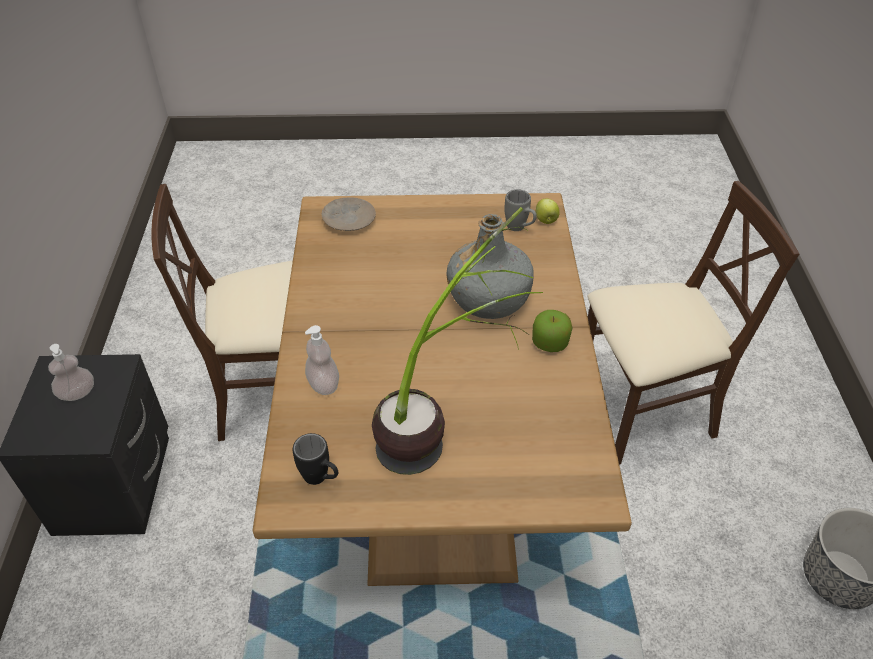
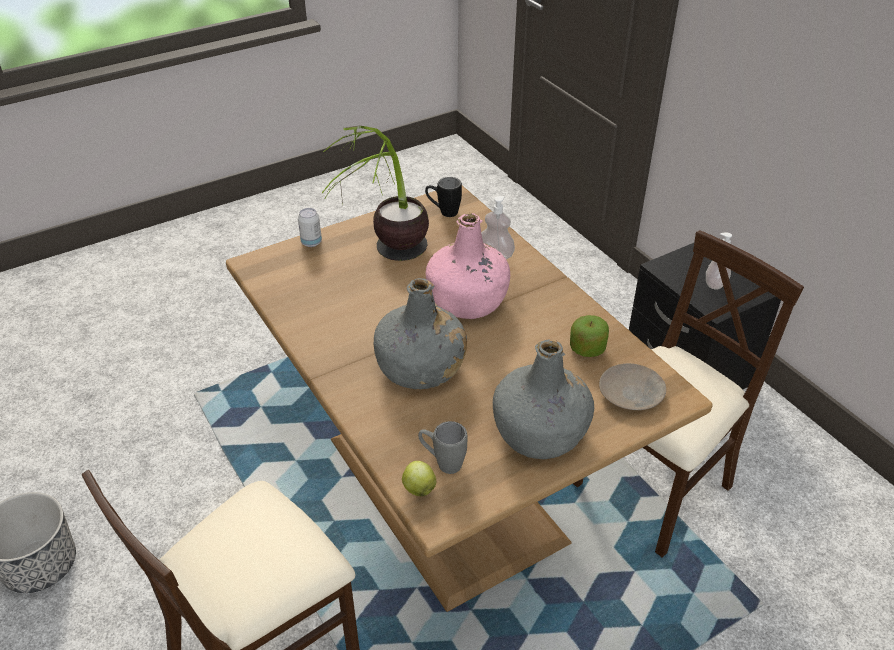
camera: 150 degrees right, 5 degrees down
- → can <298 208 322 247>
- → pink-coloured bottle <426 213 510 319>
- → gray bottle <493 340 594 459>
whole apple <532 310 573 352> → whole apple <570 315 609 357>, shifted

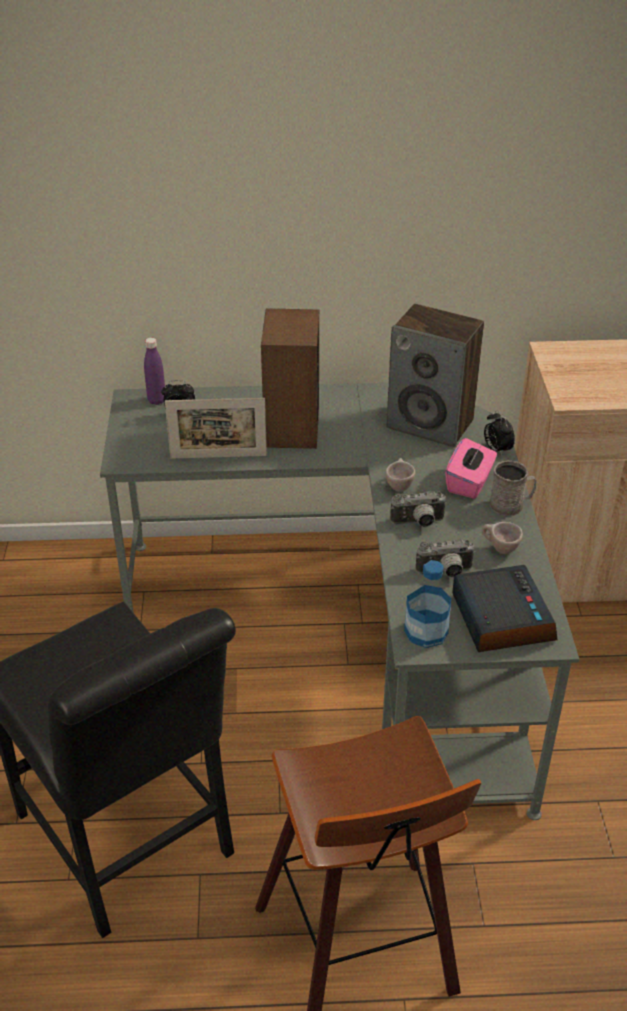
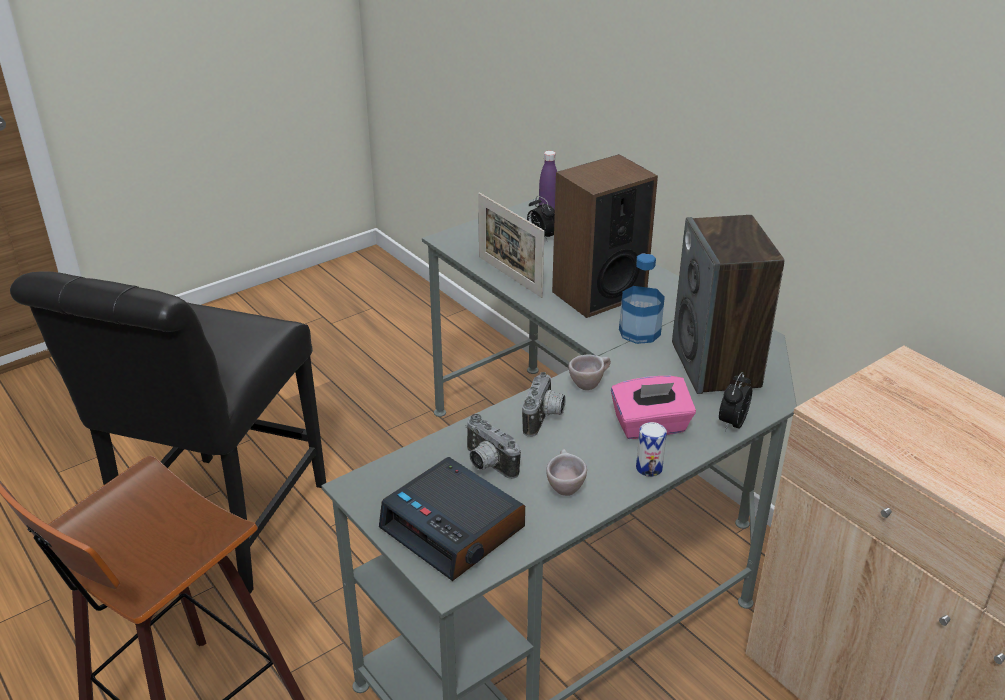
camera: 55 degrees right, 5 degrees down
bottle <404 560 451 648> → bottle <619 253 665 344>, shifted
gray coffee mug <490 460 536 516> → can <636 422 667 477>
still camera <390 491 447 527> → still camera <522 372 566 437>, 120 degrees counterclockwise
table clock <452 565 557 652> → table clock <379 457 525 581>, 90 degrees clockwise

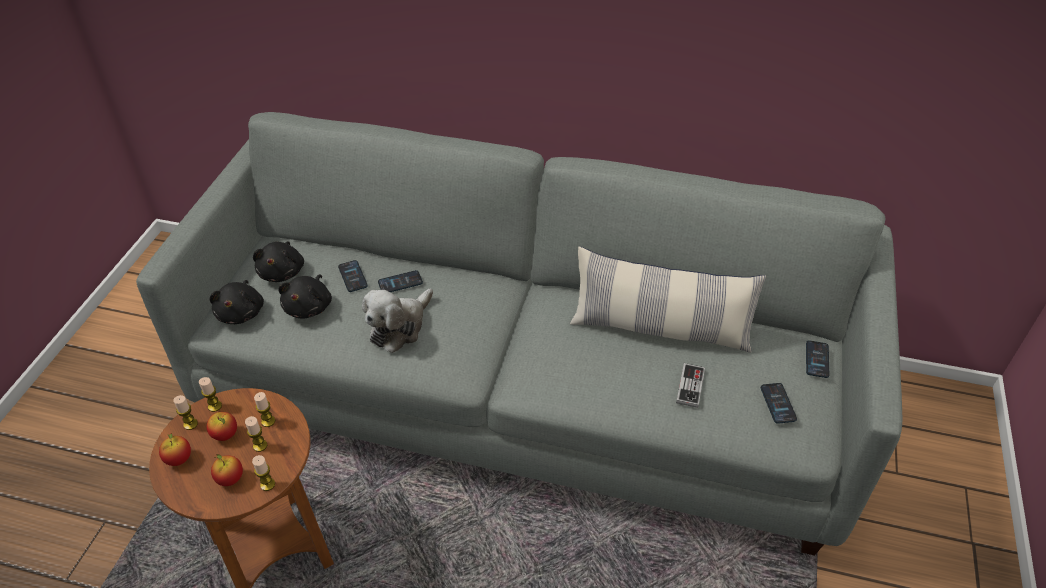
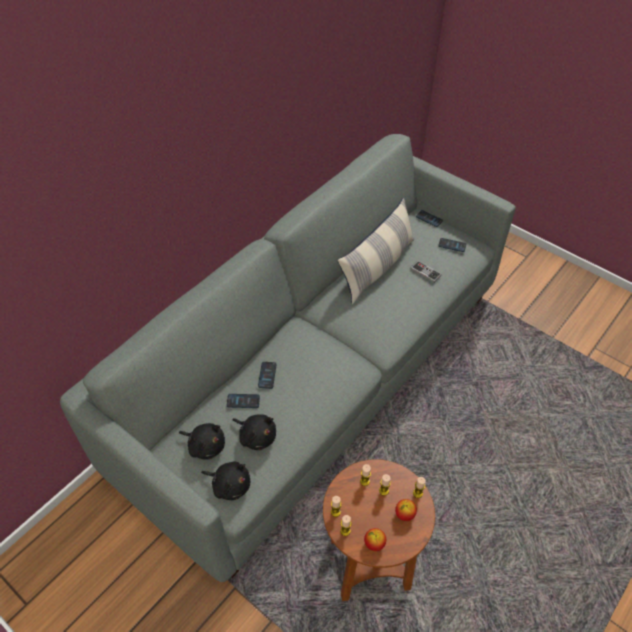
camera: 65 degrees left, 5 degrees up
whole apple <207 412 237 441> → -
plush toy <362 288 433 353> → -

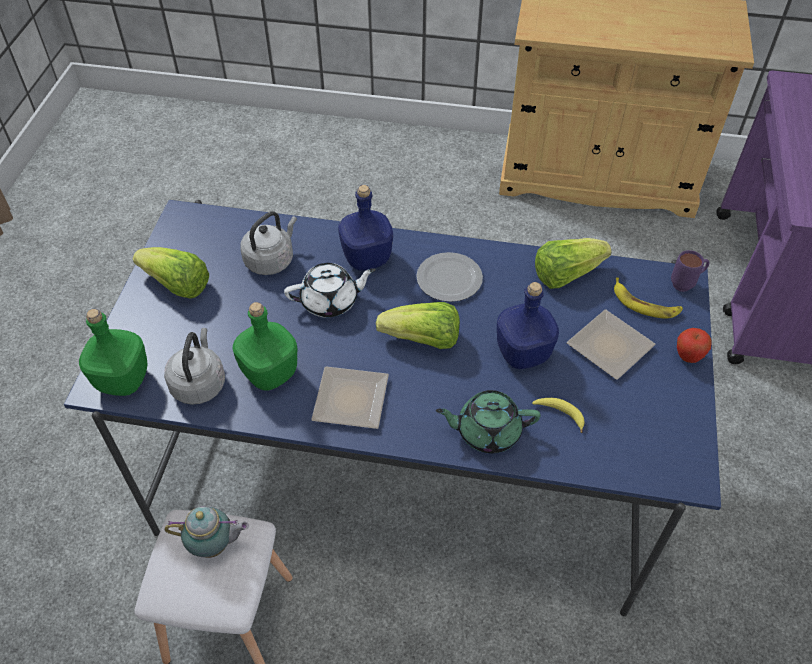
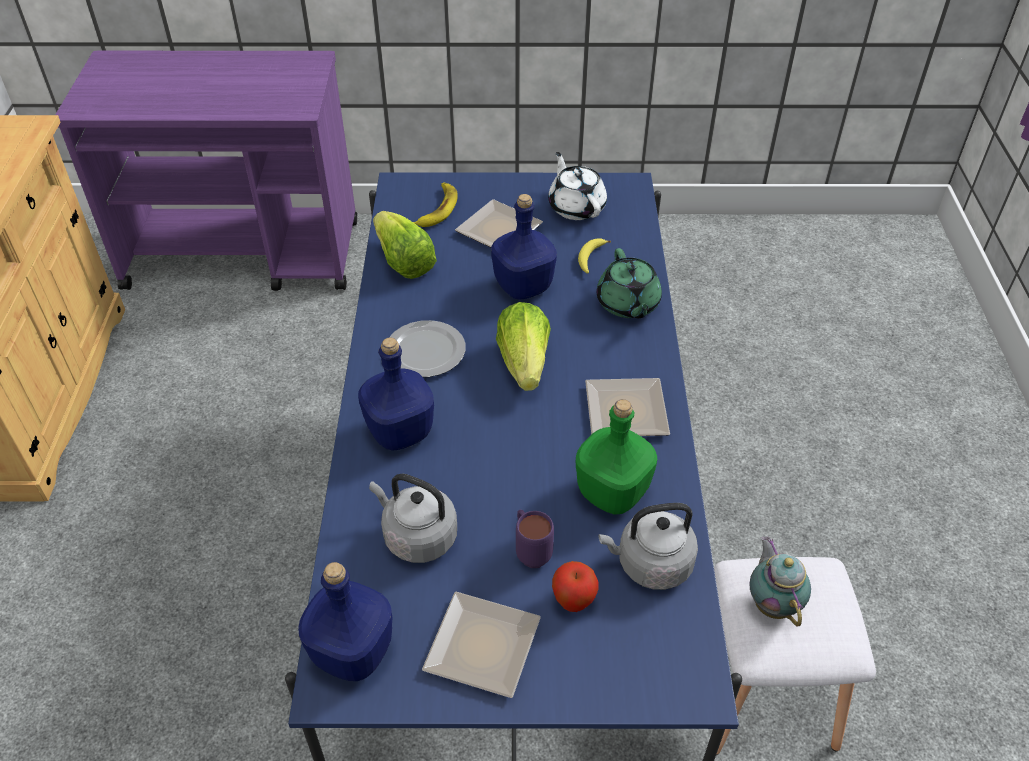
camera: 100 degrees left, 5 degrees down
green bottle <79 309 147 396> → -
- → blue-coloured bottle <298 562 393 681>
white-coloured tea pot <284 263 376 318> → white-coloured tea pot <548 152 607 220>, shifted
purple-coloured coffee mug <671 250 709 292> → purple-coloured coffee mug <516 510 554 568>, shifted
whole apple <677 328 712 363> → whole apple <552 561 599 612>, shifted
head of lettuce <133 247 209 299> → dinner plate <422 592 541 698>

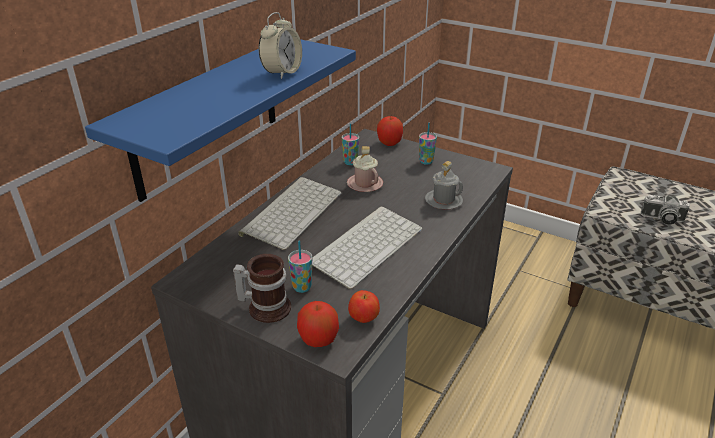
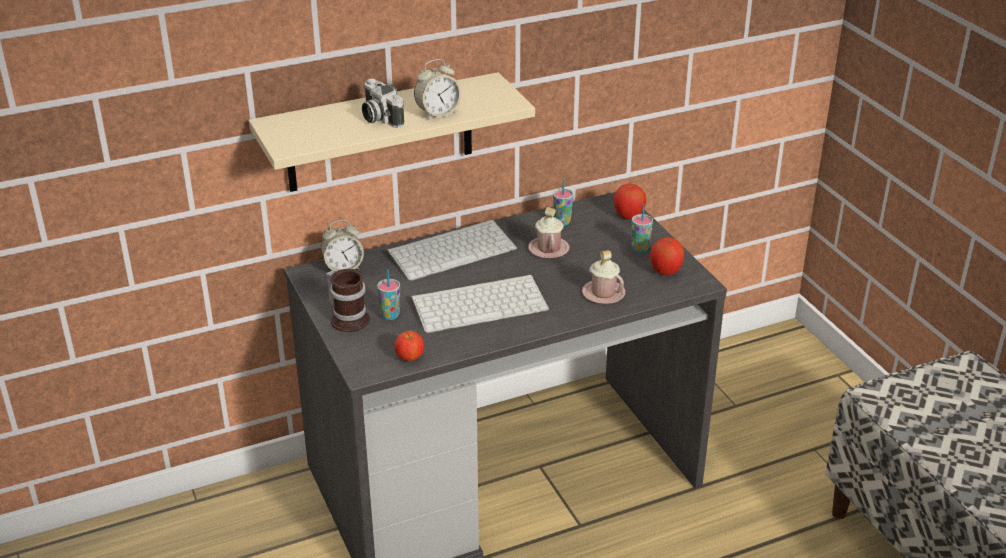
camera: 35 degrees right, 0 degrees up
- → table clock <321 220 364 272>
whole apple <297 301 339 347> → whole apple <650 237 684 275>, shifted
still camera <641 195 690 225> → still camera <362 78 404 128>, shifted
blue-coloured shelf <85 39 356 202> → beige-coloured shelf <249 72 535 192>
gray coffee mug <425 161 463 210> → pink-coloured coffee mug <582 250 626 304>

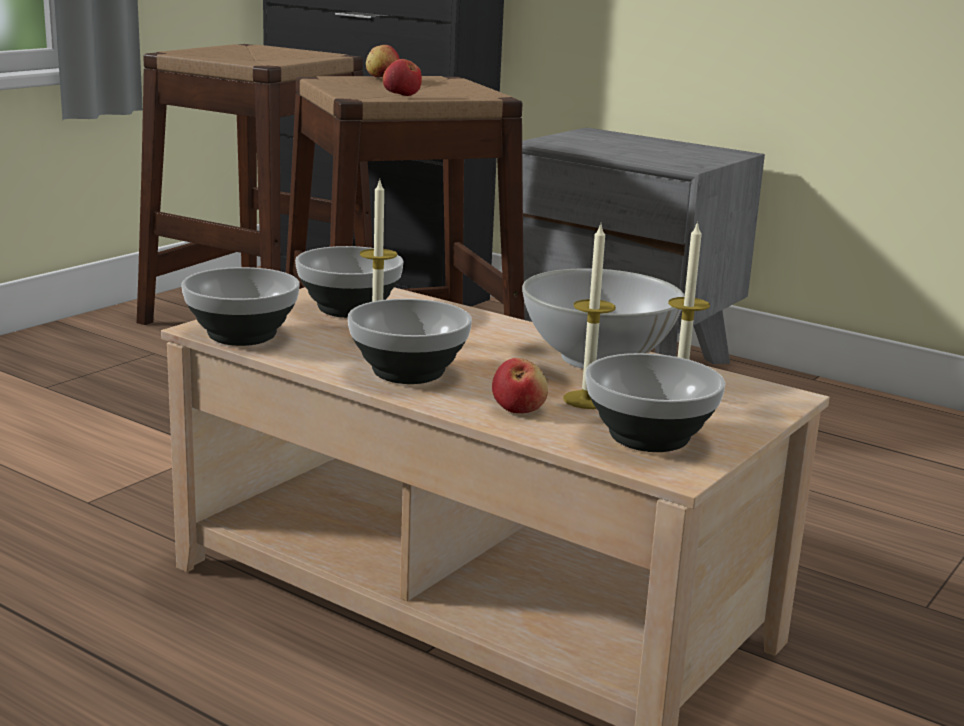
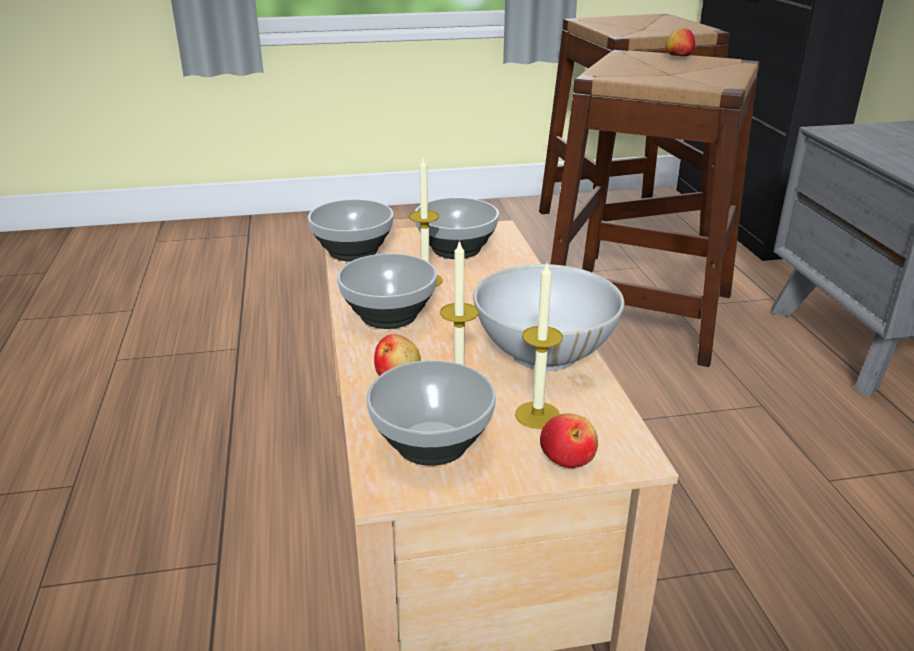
camera: 45 degrees right, 10 degrees up
whole apple <383 59 422 96> → whole apple <540 413 598 468>, shifted

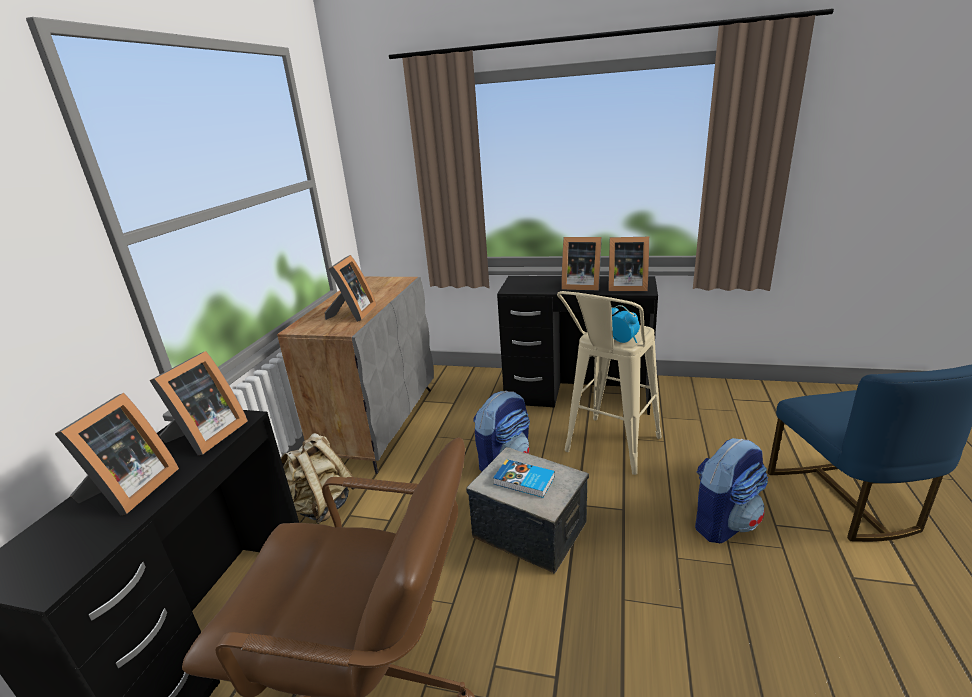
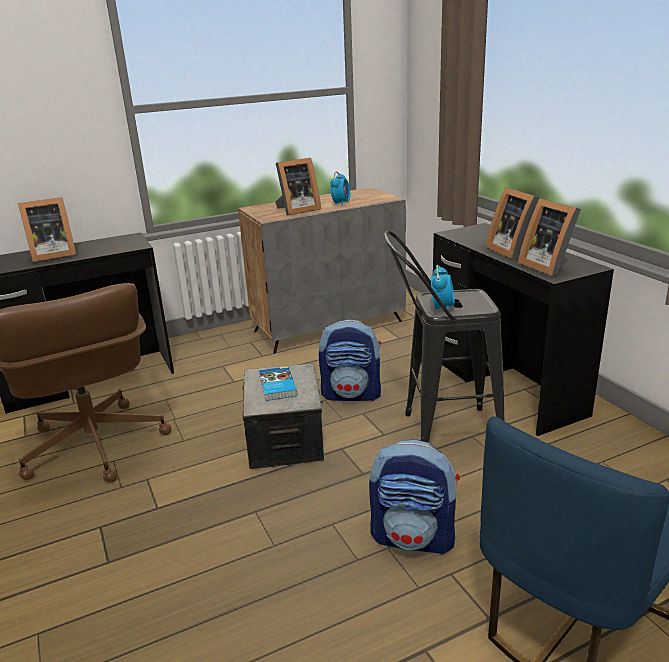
camera: 50 degrees right, 0 degrees up
photo frame <149 351 248 455> → -
beige-coloured knapsack <281 433 355 524> → -
- → table clock <330 171 350 206>
beige-coloured sitting stool <557 291 662 475> → black sitting stool <384 231 504 443>

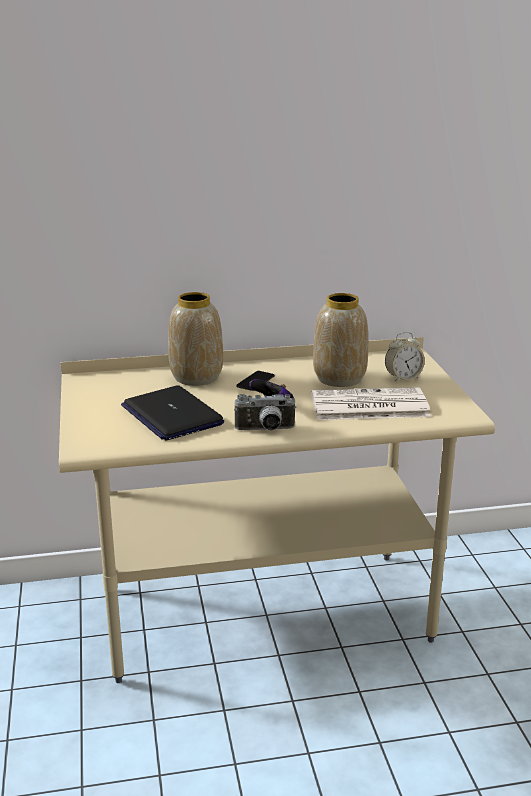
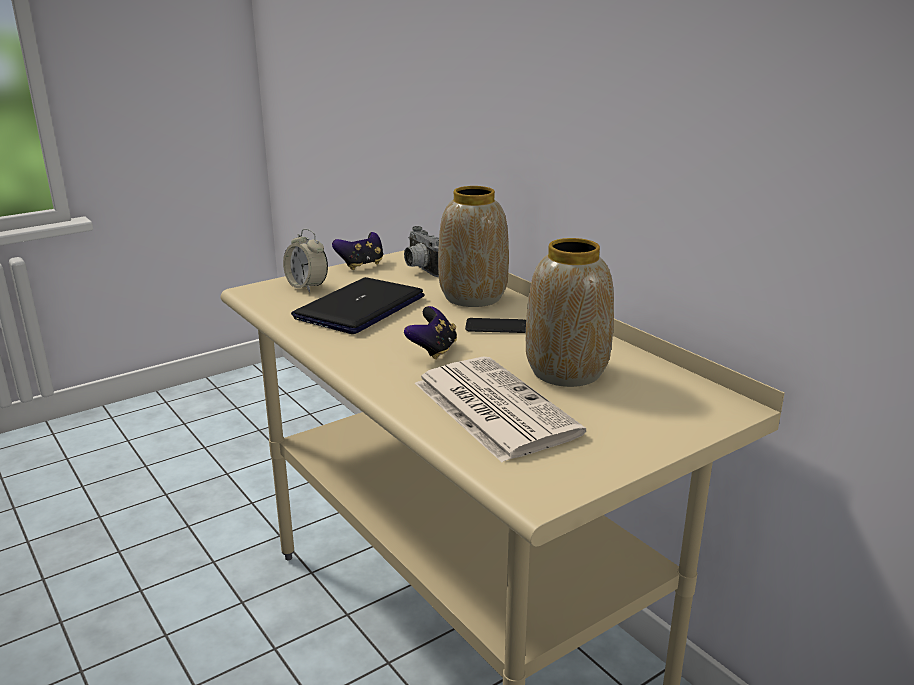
camera: 65 degrees right, 0 degrees up
- → game controller <332 232 383 270>
still camera <234 394 296 431> → still camera <404 226 439 277>, shifted
table clock <385 332 425 382> → table clock <283 229 328 292>, shifted

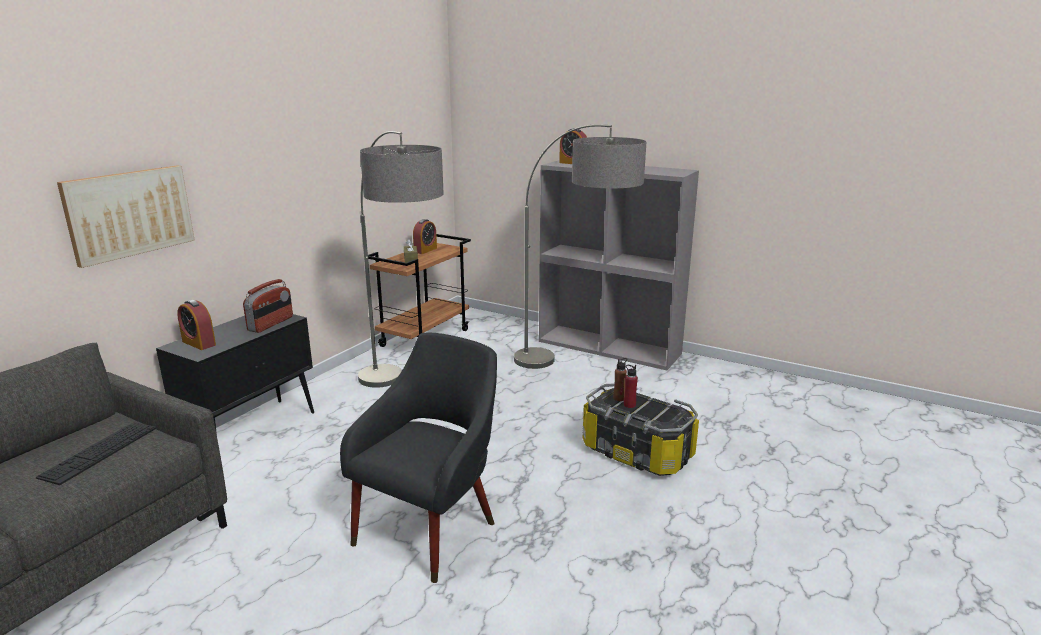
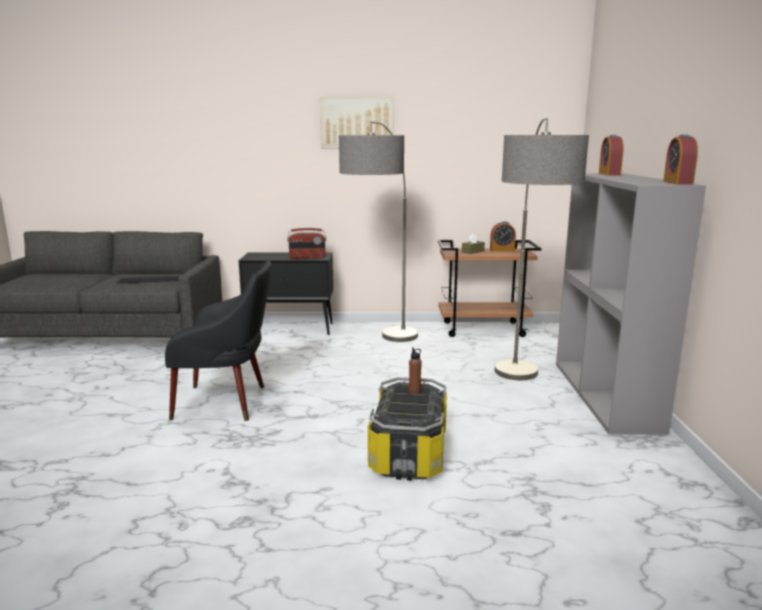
camera: 60 degrees right, 5 degrees down
red-coloured bottle <624 365 638 408> → -
wall art <57 165 195 268> → wall art <320 97 394 149>, shifted
table clock <177 300 216 350> → table clock <663 134 698 185>, shifted

